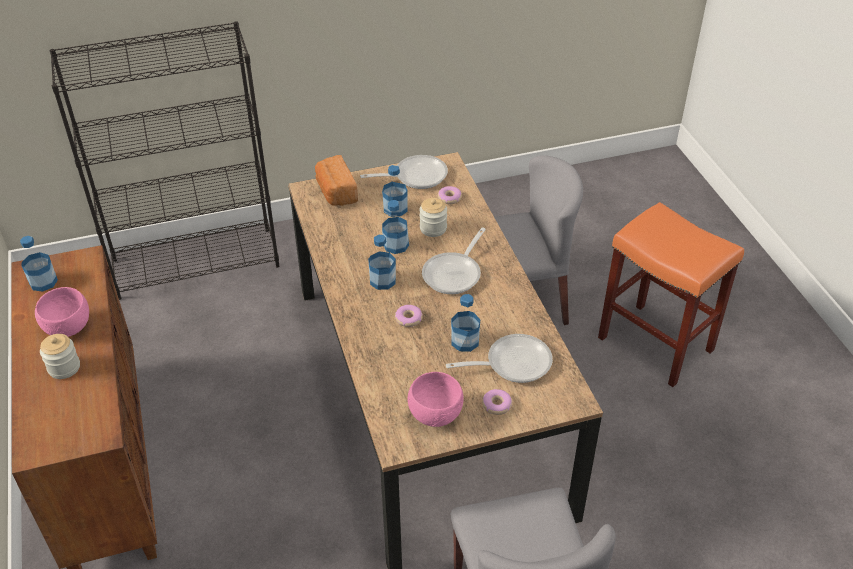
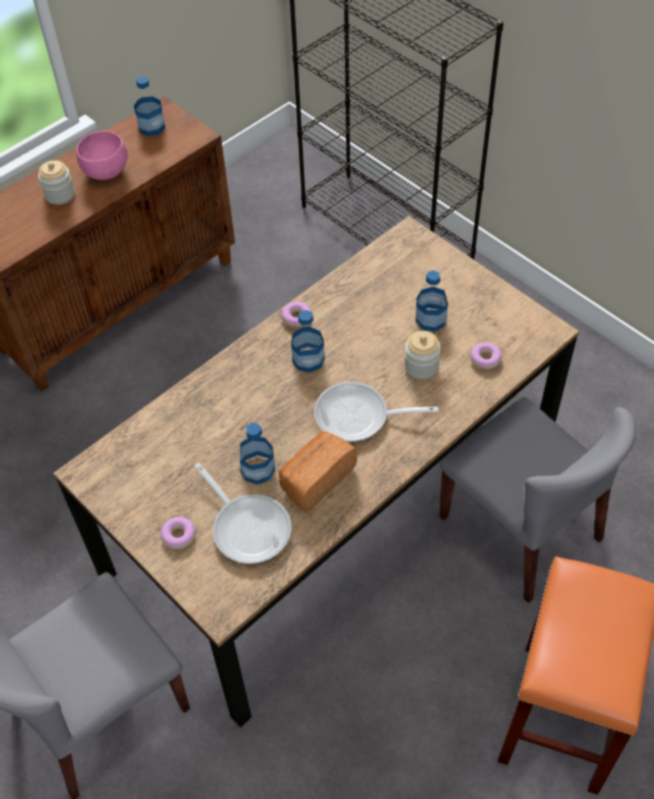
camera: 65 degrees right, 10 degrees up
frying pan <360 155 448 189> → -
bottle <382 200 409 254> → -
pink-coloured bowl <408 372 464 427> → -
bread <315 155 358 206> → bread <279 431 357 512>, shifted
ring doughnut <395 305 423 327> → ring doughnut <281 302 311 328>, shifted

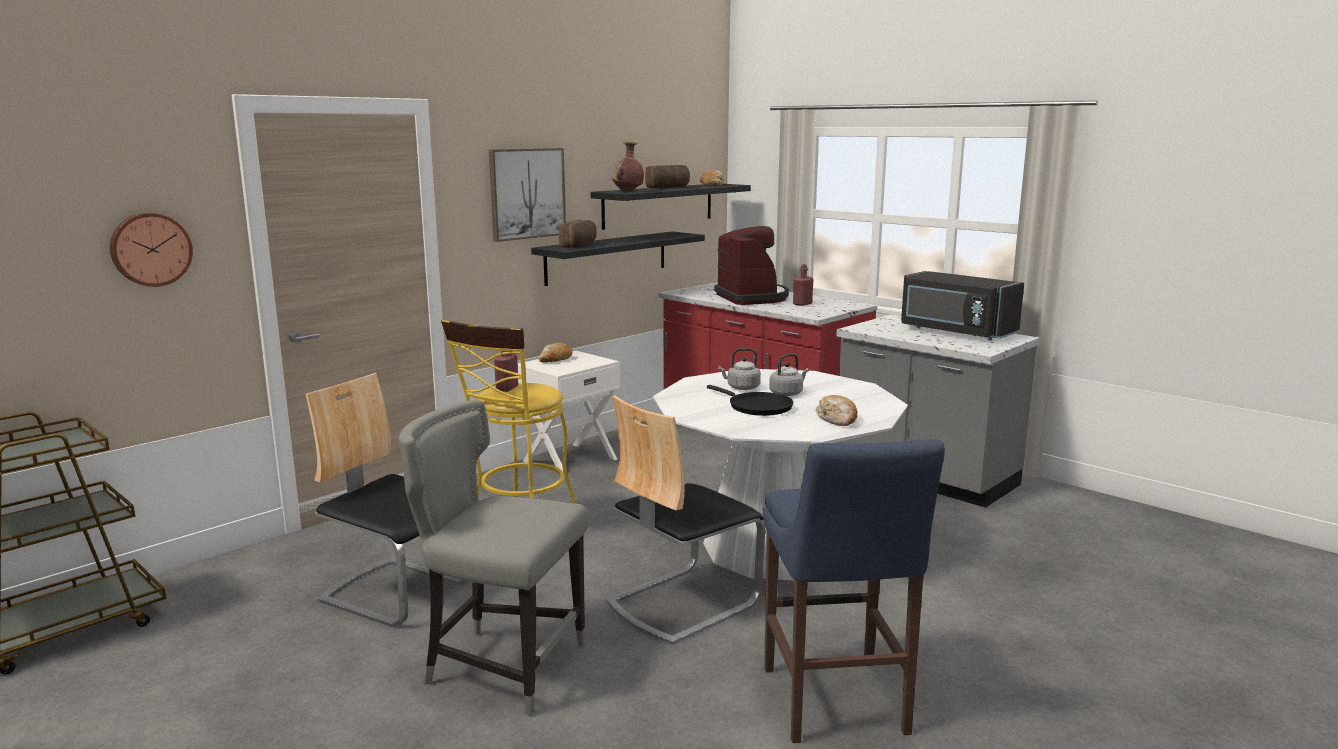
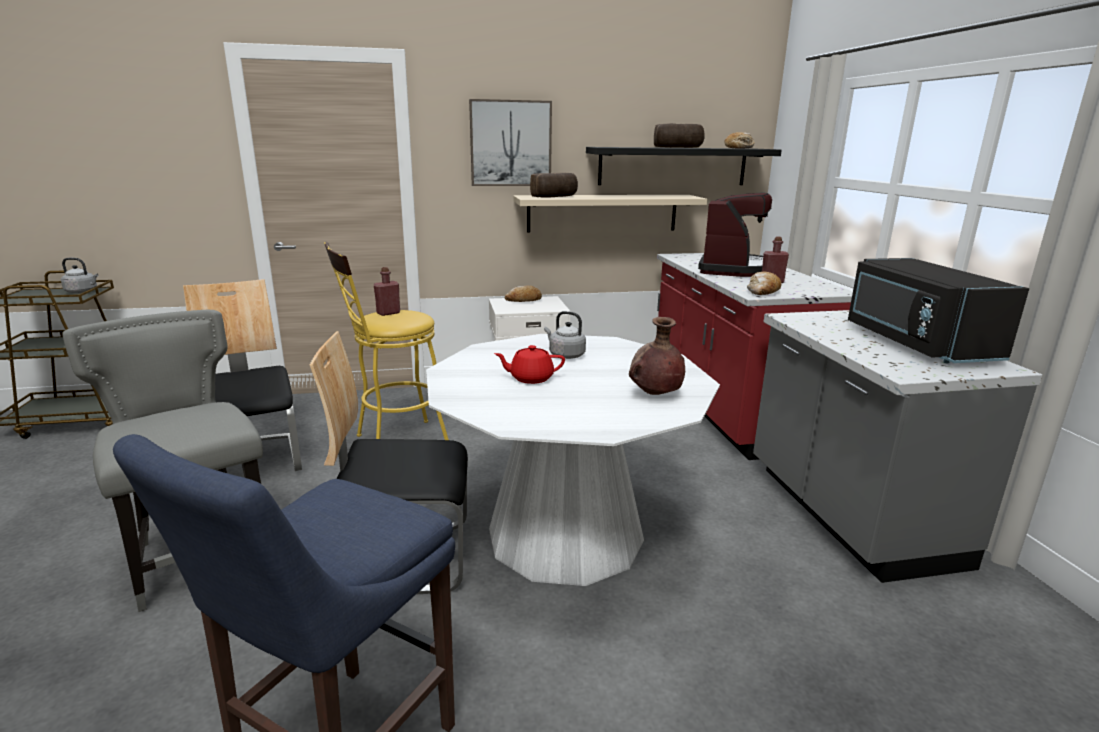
camera: 35 degrees right, 5 degrees up
clock on the wall <110 213 193 287> → -
brown-coloured decorative vase <611 142 644 192> → brown-coloured decorative vase <629 317 685 395>, shifted
gray kettle <769 353 809 396> → gray kettle <61 258 99 293>, shifted
bread <816 395 858 426> → bread <747 272 782 295>, shifted
black frying pan <707 385 794 416> → red-coloured tea pot <494 345 565 384>
black shelf <531 231 705 286> → beige-coloured shelf <513 195 707 233>

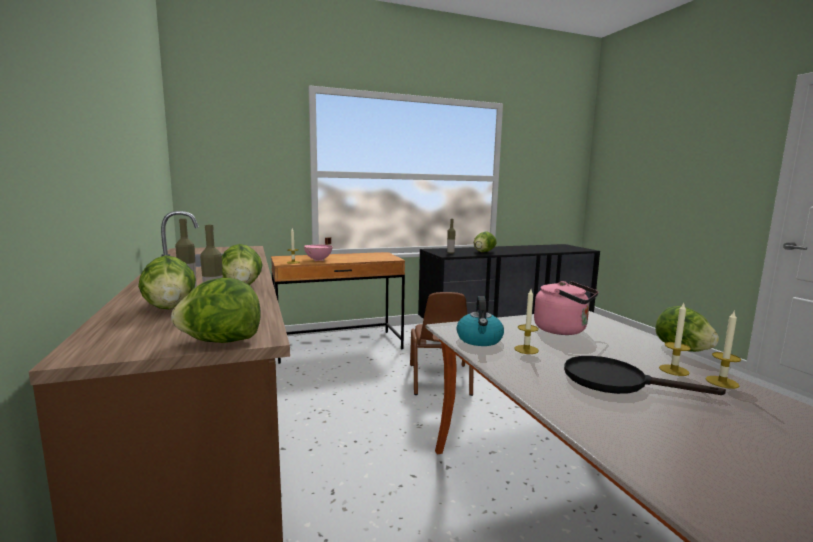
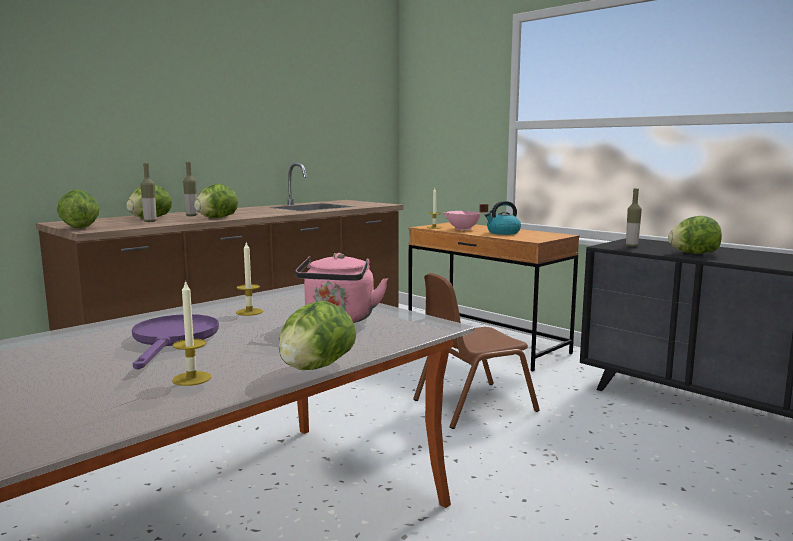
camera: 65 degrees right, 0 degrees up
candle <659 303 691 376> → -
kettle <457 296 504 346> → kettle <485 201 521 235>, shifted
black frying pan <564 356 726 395> → purple-coloured frying pan <132 314 219 369>

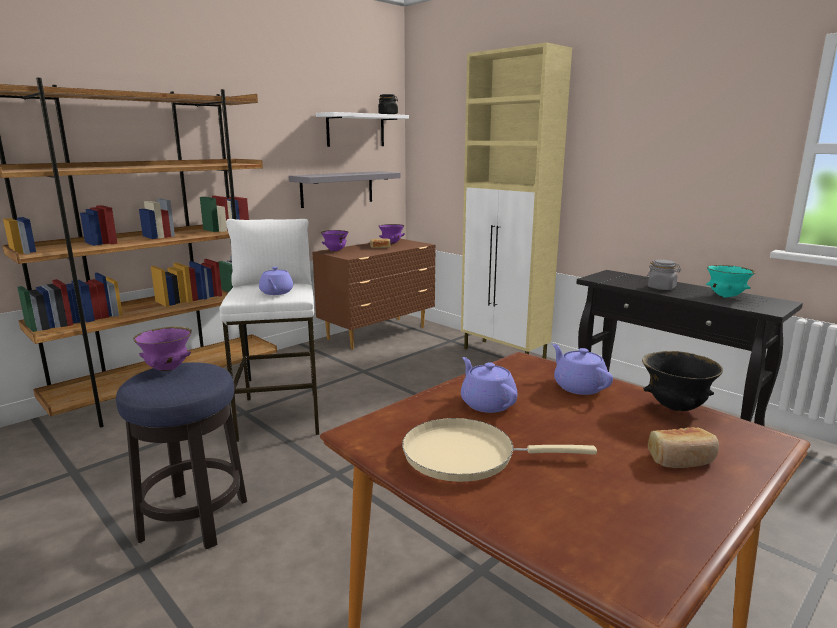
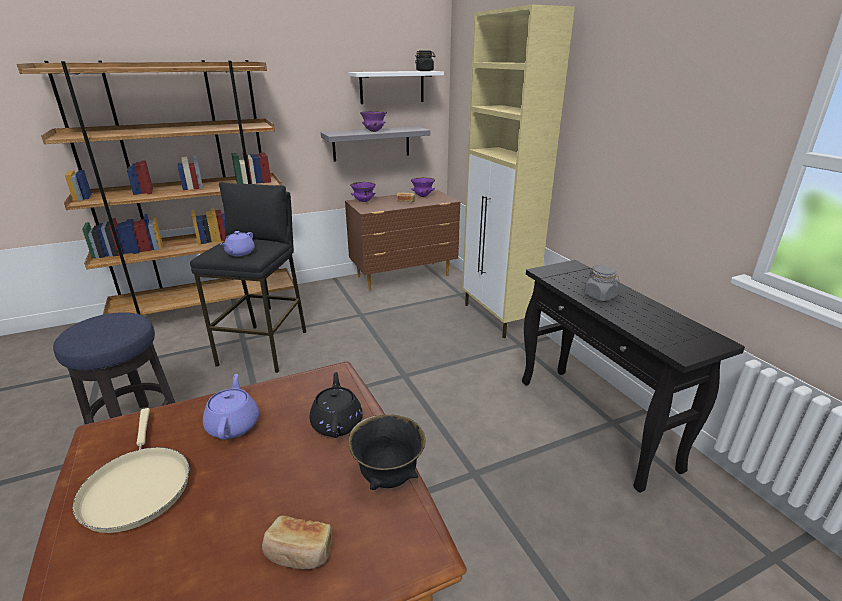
camera: 20 degrees right, 10 degrees up
turquoise-coloured bowl <706 265 756 298> → -
purple-coloured bowl <133 327 192 371> → purple-coloured bowl <360 111 387 132>, shifted
white-coloured sitting stool <220 219 319 442> → black sitting stool <190 182 306 373>
purple-coloured tea pot <552 344 613 395> → black tea pot <310 372 363 438>
beige-coloured frying pan <402 418 597 482> → beige-coloured frying pan <72 408 189 533>, 135 degrees counterclockwise

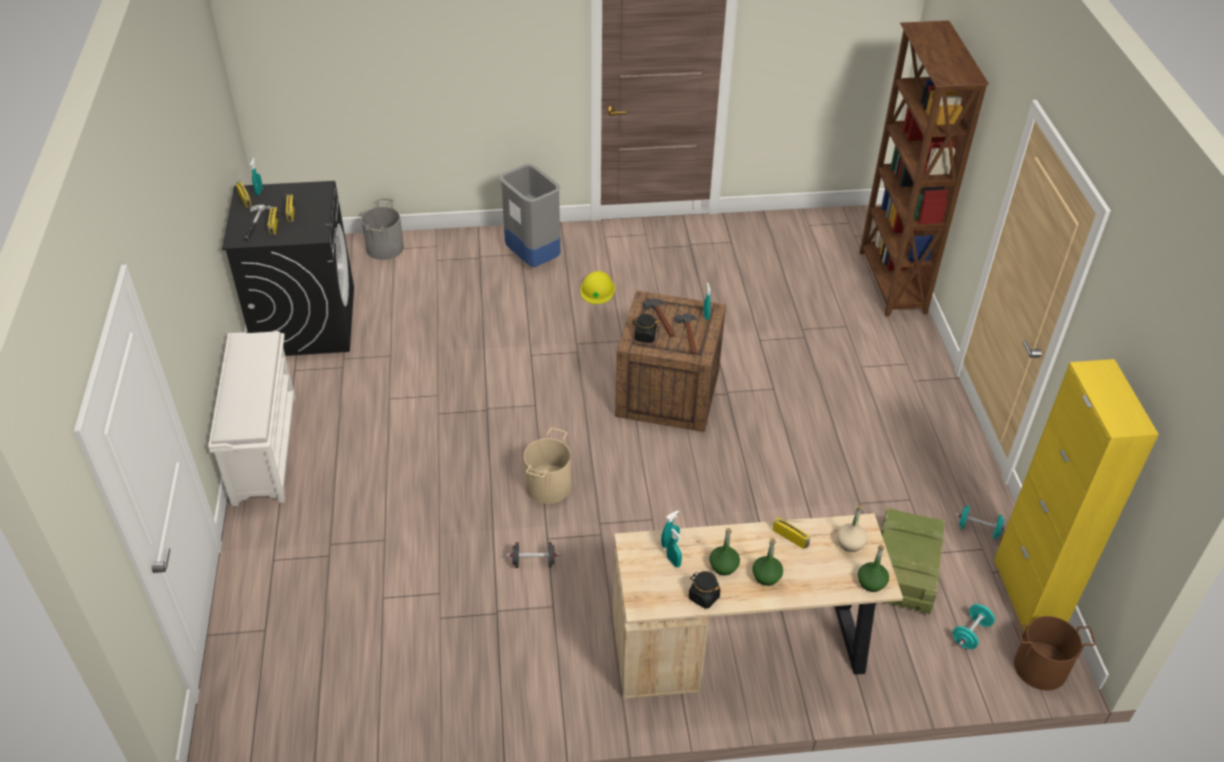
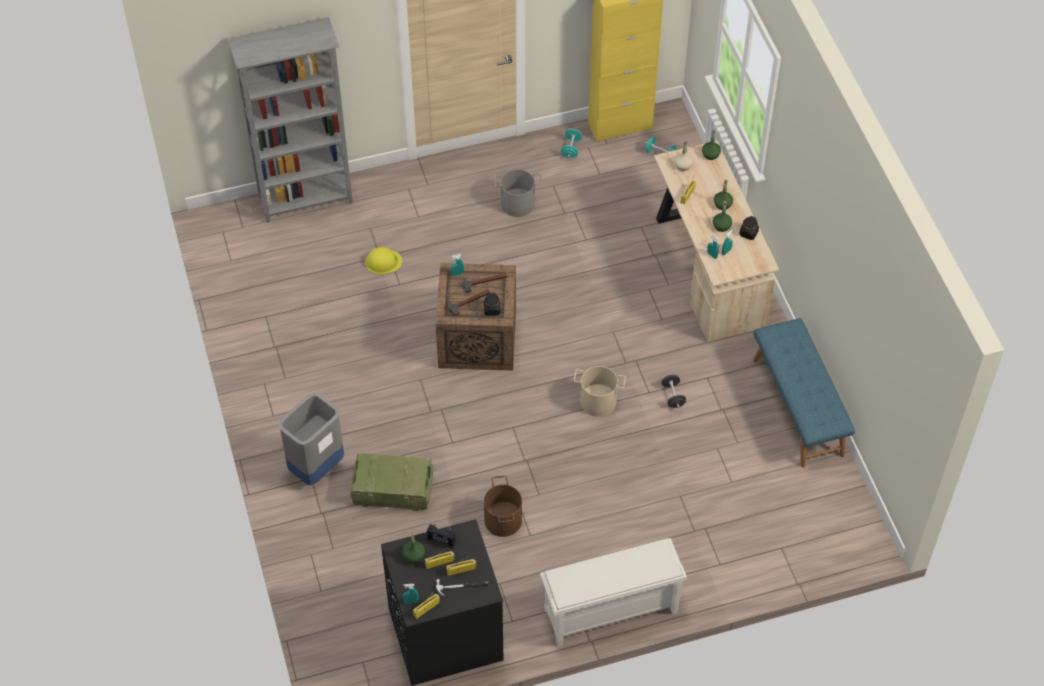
camera: 100 degrees left, 10 degrees up
- → green bottle <402 533 425 563>
- → radio set <427 524 456 548>
- → blue-coloured long seat <753 318 855 468>
gray water bucket <361 198 404 260> → gray water bucket <494 169 542 217>, shifted
yellow-coloured safety helmet <580 271 615 304> → yellow-coloured safety helmet <365 247 402 274>, shifted
shipping crate <881 507 945 615> → shipping crate <350 453 434 511>, shifted
brown-coloured water bucket <1014 616 1095 691> → brown-coloured water bucket <484 476 522 537>, shifted
brown-coloured bookcase <859 21 989 317> → gray bookcase <228 17 353 223>

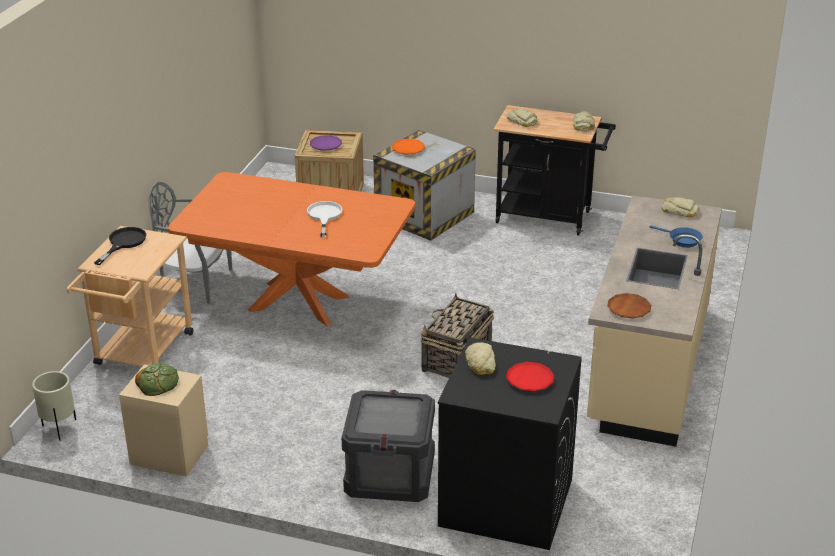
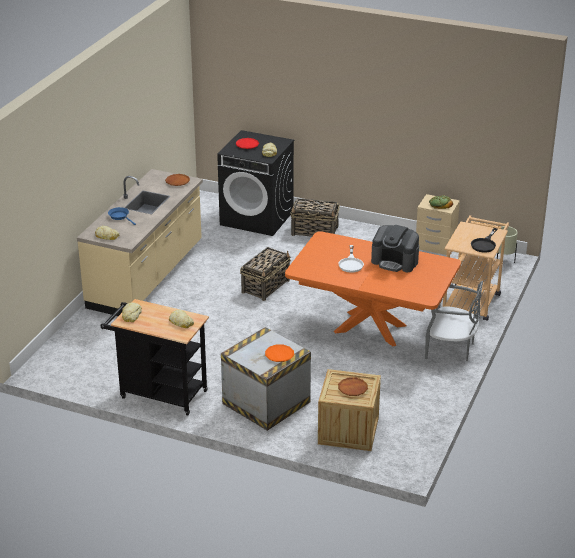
camera: 175 degrees left, 0 degrees up
- → coffee brewer <371 225 419 272>
shipping crate <342 390 435 502> → storage basket <290 198 340 237>
purple-coloured dinner plate <310 135 342 151> → brown-coloured dinner plate <338 377 368 396>

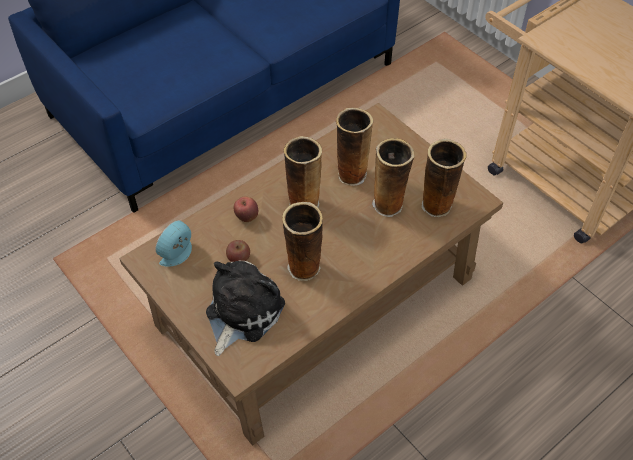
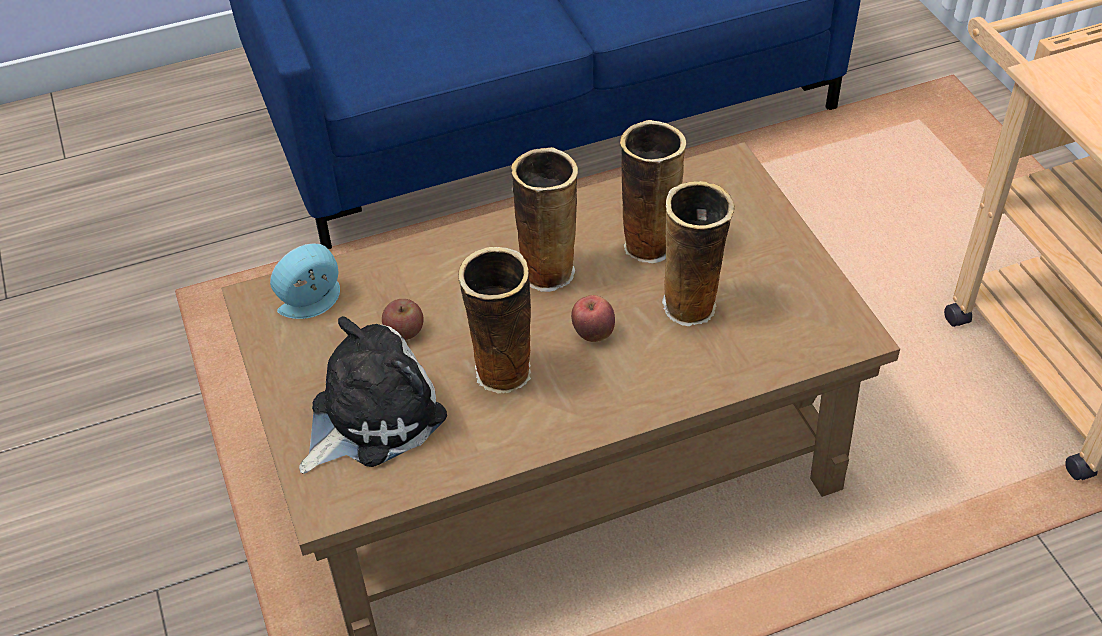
camera: 20 degrees right, 5 degrees down
decorative vase <421 139 467 217> → -
whole apple <234 196 258 222> → whole apple <571 295 615 342>, shifted

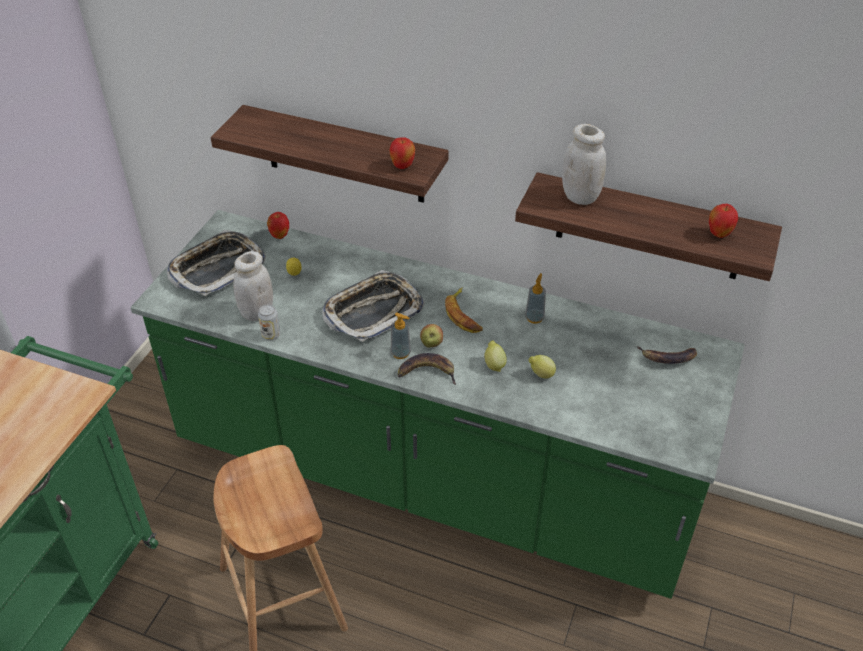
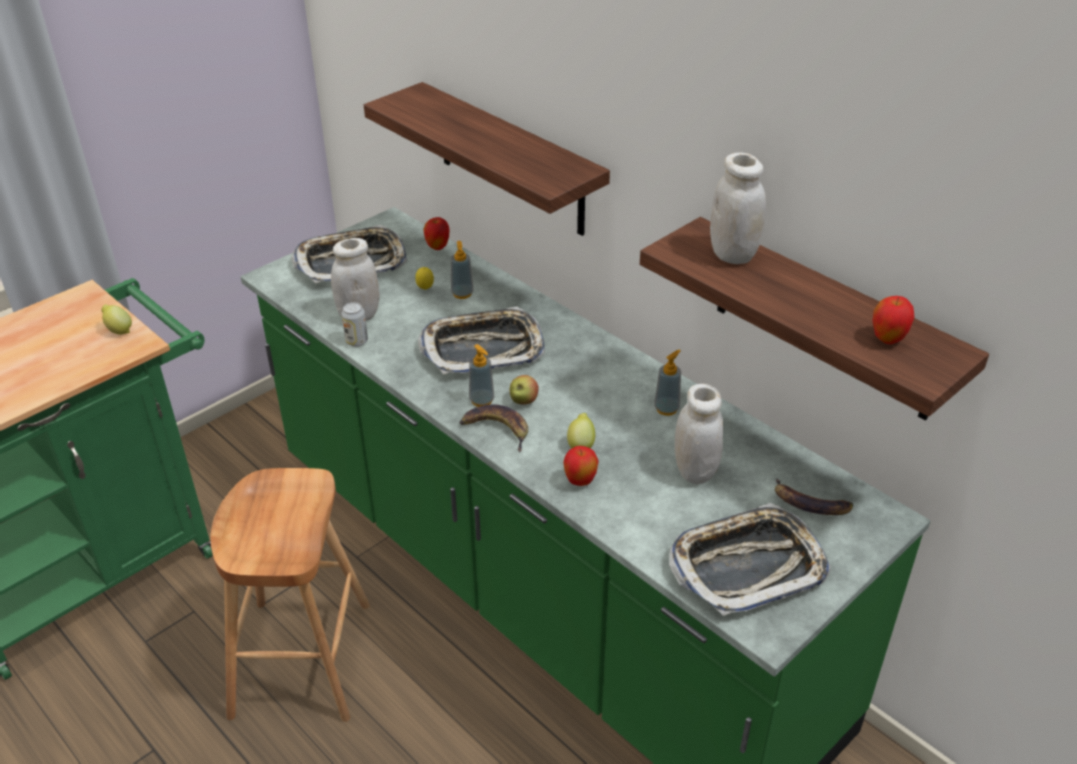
camera: 25 degrees right, 5 degrees down
banana fruit <445 287 483 333> → -
- → soap dispenser <451 241 474 299>
- → carrying tray <669 503 831 616>
- → white-coloured preserve jar <675 384 723 484>
whole apple <389 137 415 169> → whole apple <563 446 599 486>, shifted
citrus fruit <529 355 556 378> → citrus fruit <101 305 132 335>, shifted

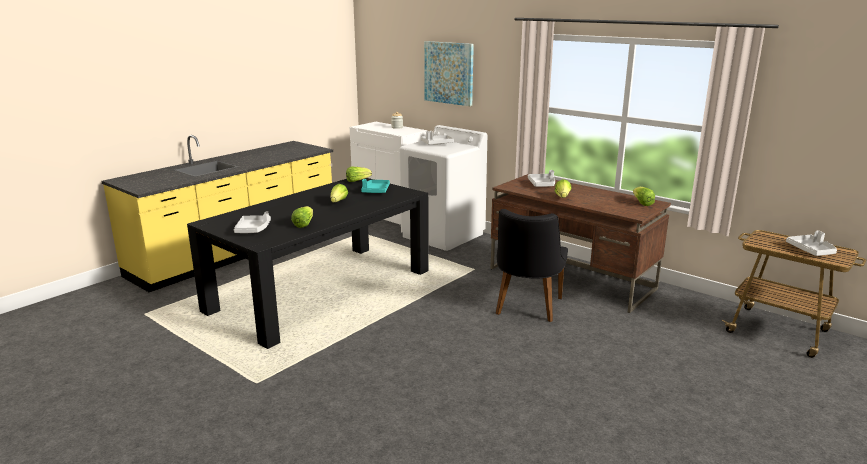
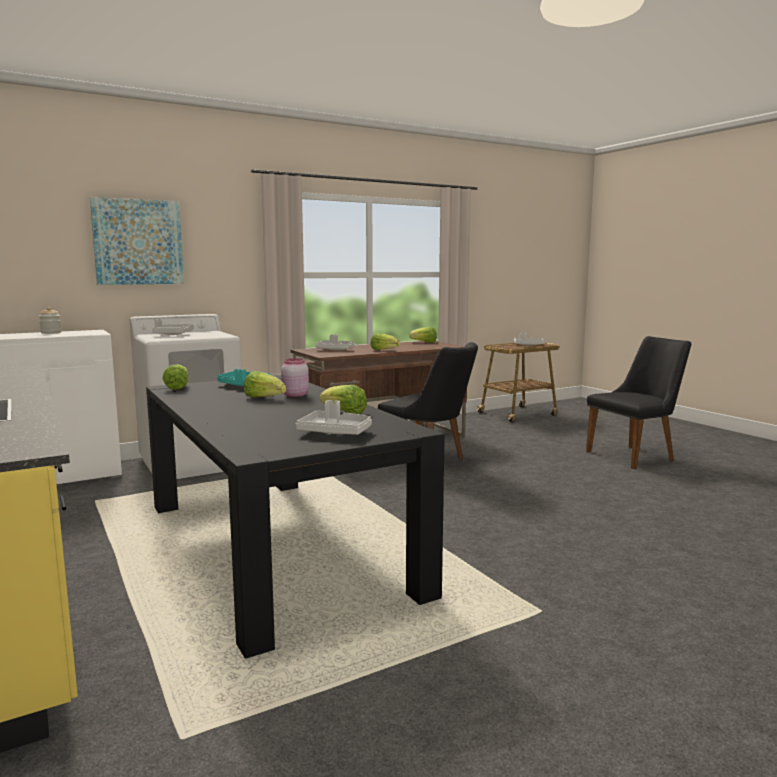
camera: 70 degrees left, 10 degrees down
- → pink-coloured preserve jar <281 358 309 397>
- → black plain chair <586 336 691 469>

